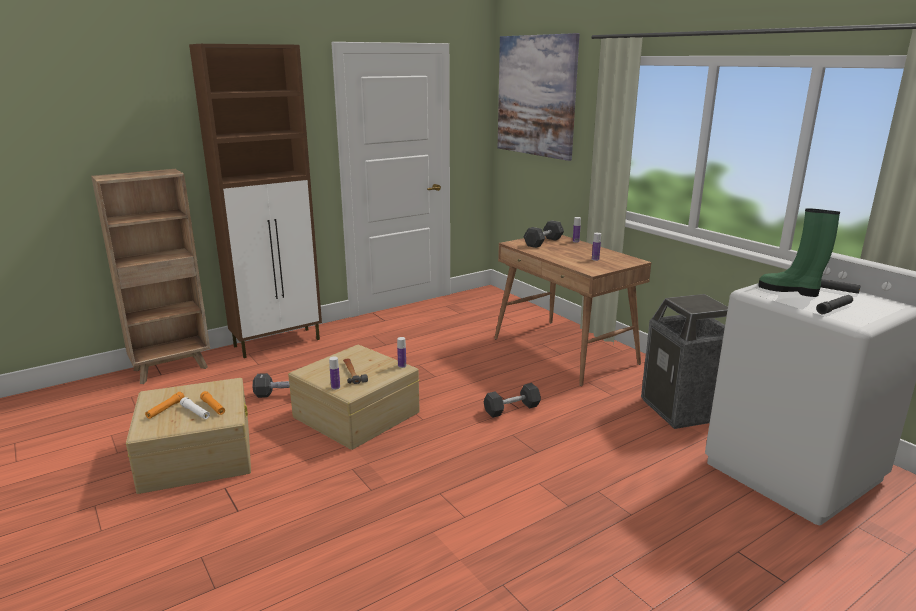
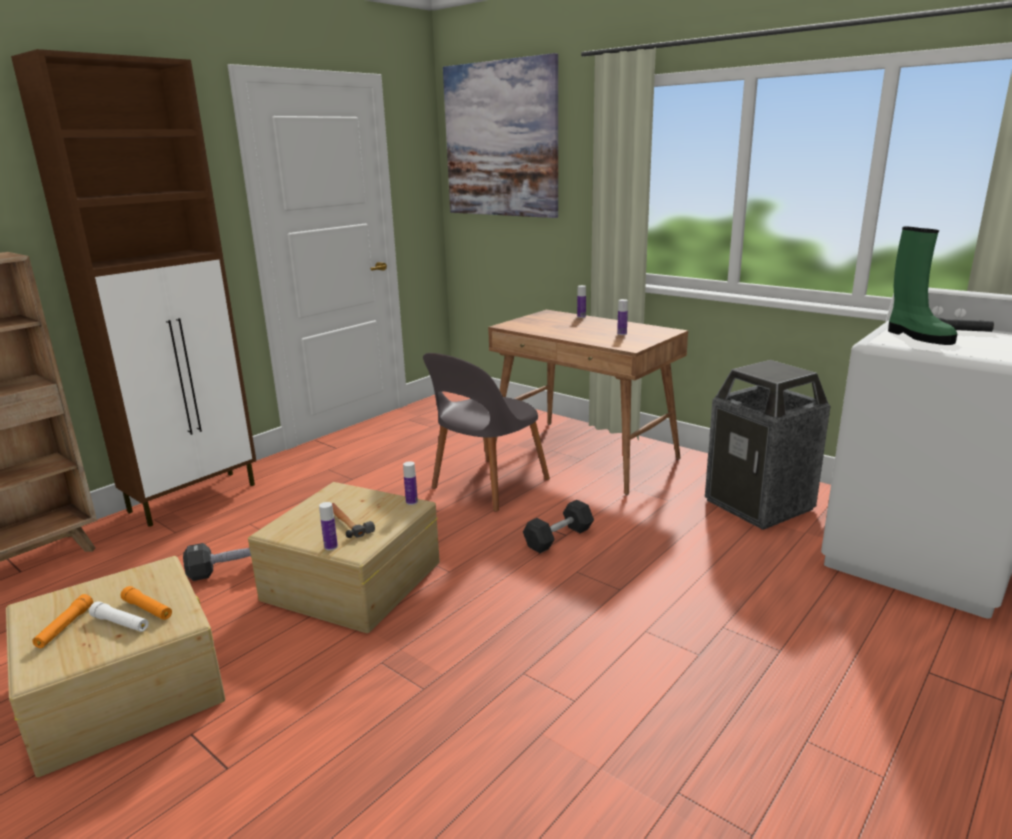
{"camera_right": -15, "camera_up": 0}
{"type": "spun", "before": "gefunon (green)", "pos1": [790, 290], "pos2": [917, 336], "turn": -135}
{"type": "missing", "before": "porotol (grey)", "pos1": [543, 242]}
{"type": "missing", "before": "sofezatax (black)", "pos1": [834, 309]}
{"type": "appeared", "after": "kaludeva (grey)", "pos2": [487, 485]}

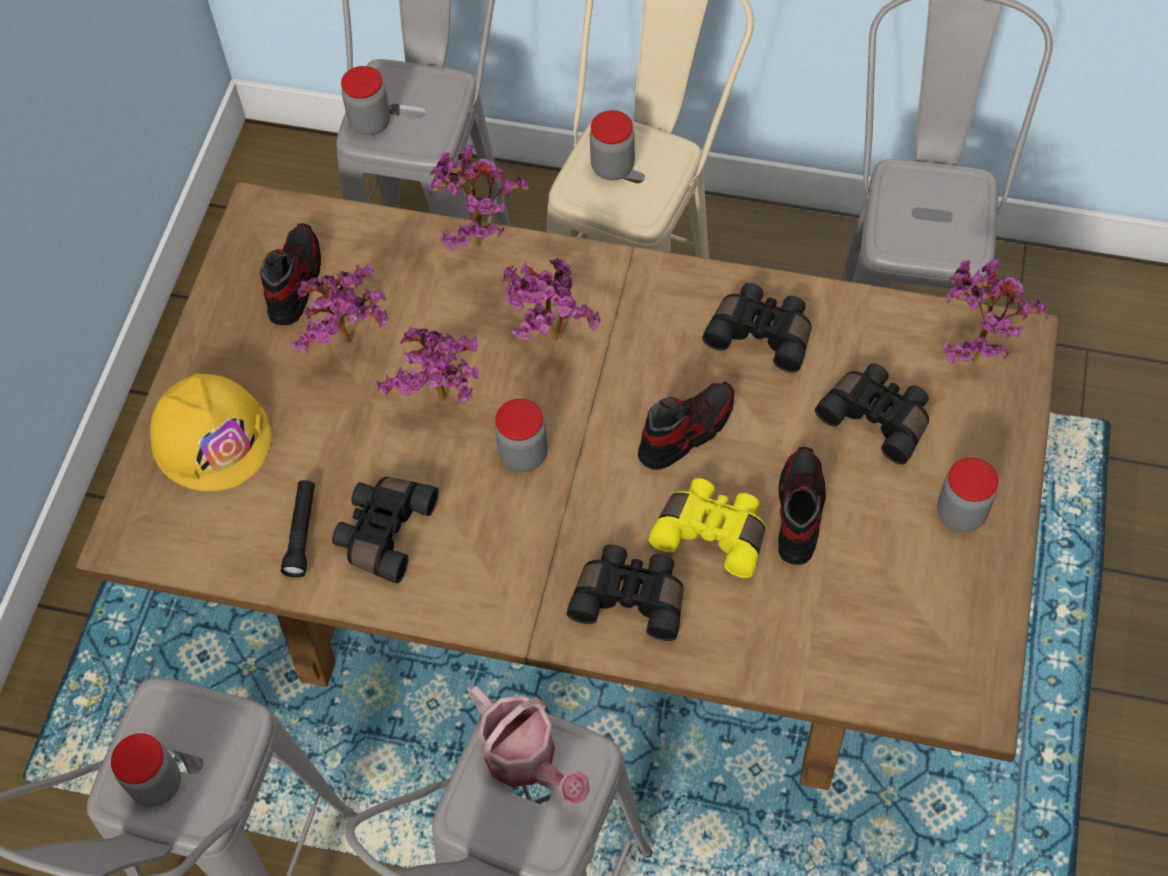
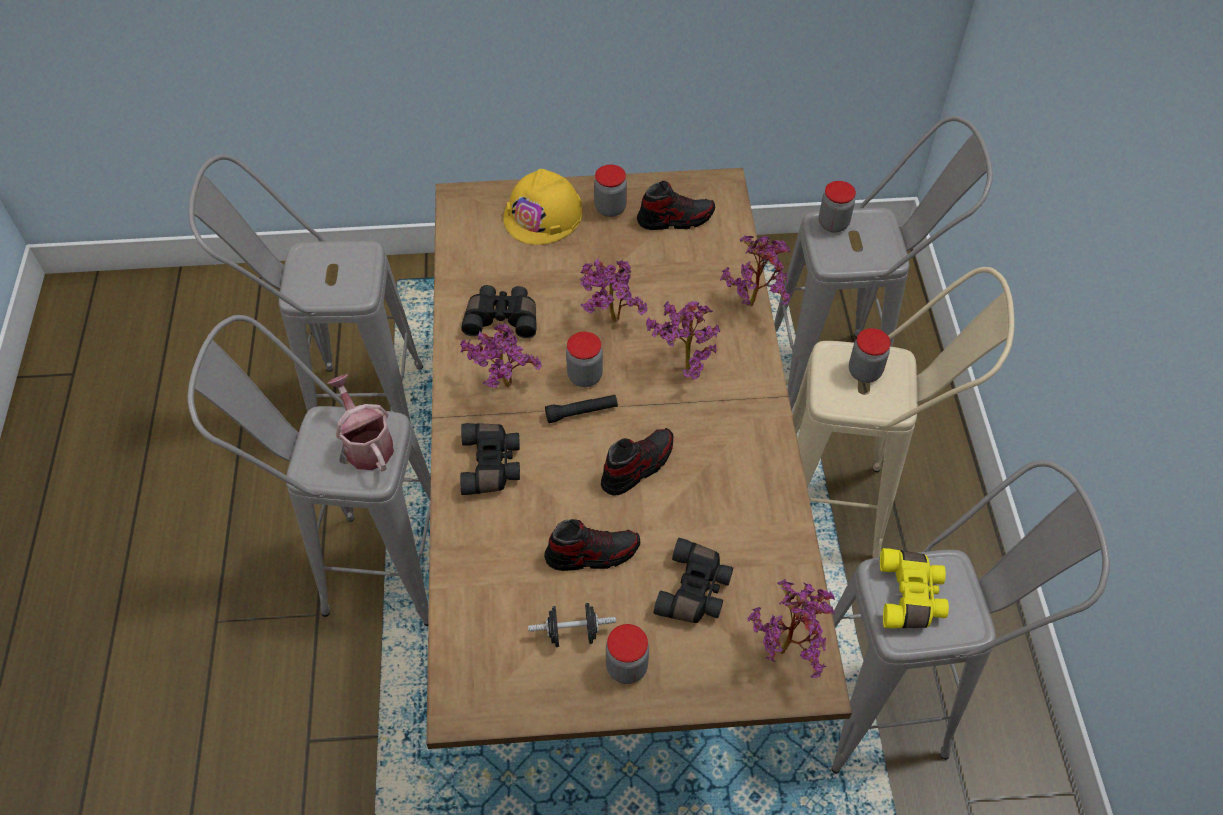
{"camera_right": 70, "camera_up": -5}
{"type": "relocated", "before": "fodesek", "pos1": [352, 346], "pos2": [504, 389]}
{"type": "missing", "before": "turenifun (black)", "pos1": [762, 333]}
{"type": "spun", "before": "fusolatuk", "pos1": [686, 431], "pos2": [637, 466], "turn": -75}
{"type": "relocated", "before": "turenifun (yellow)", "pos1": [713, 532], "pos2": [911, 596]}
{"type": "relocated", "before": "sofezatax (black)", "pos1": [302, 533], "pos2": [581, 412]}
{"type": "spun", "before": "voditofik", "pos1": [527, 761], "pos2": [366, 444], "turn": 120}
{"type": "relocated", "before": "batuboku", "pos1": [157, 784], "pos2": [610, 208]}
{"type": "appeared", "after": "porotol (black)", "pos2": [572, 633]}

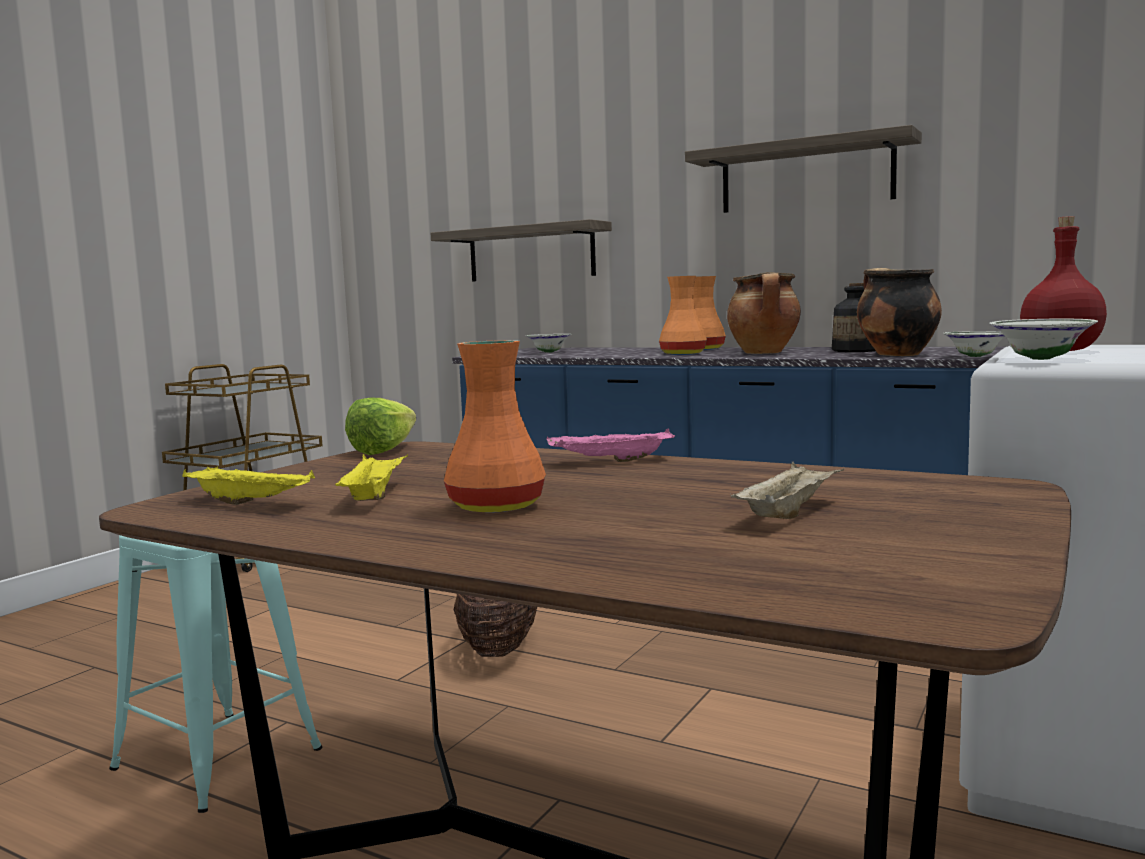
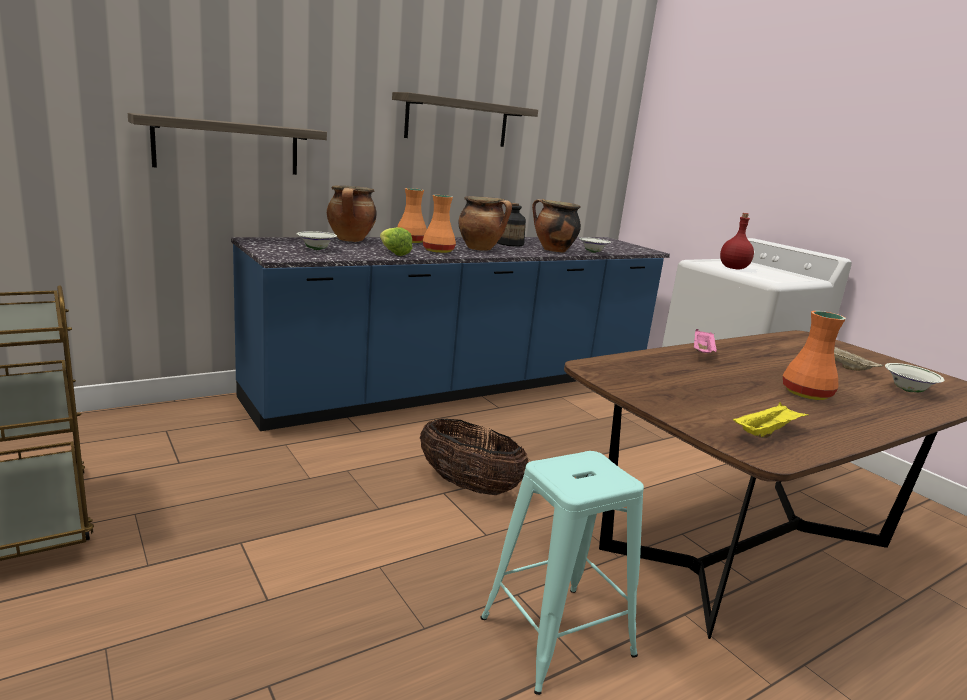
{"camera_right": -65, "camera_up": 10}
{"type": "relocated", "before": "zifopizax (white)", "pos1": [1041, 359], "pos2": [907, 390]}
{"type": "relocated", "before": "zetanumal", "pos1": [390, 449], "pos2": [392, 252]}
{"type": "missing", "before": "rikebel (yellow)", "pos1": [374, 496]}
{"type": "appeared", "after": "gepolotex", "pos2": [351, 240]}

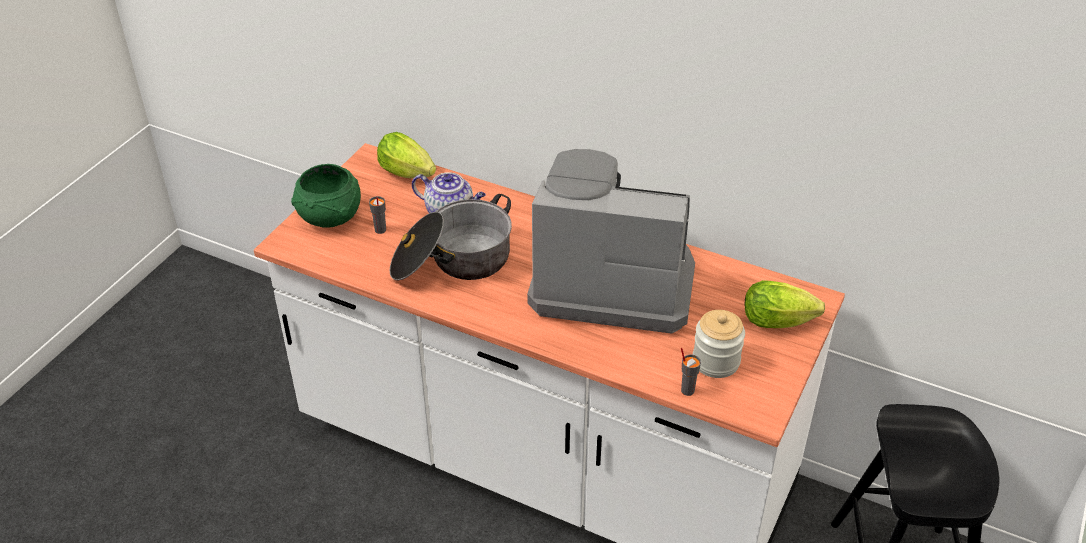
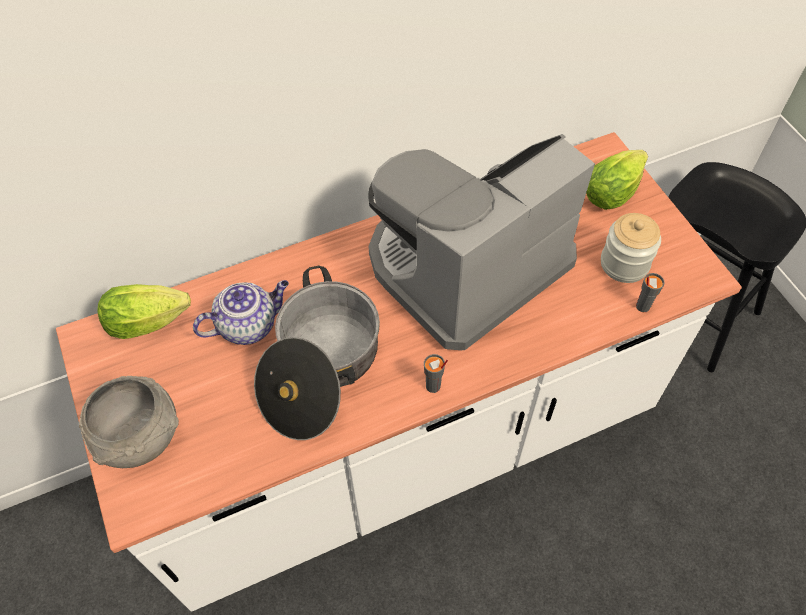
{"camera_right": -50, "camera_up": 15}
{"type": "colour", "before": "zifopizax (green)", "after": "zifopizax (grey)", "pos1": [331, 217], "pos2": [141, 436]}
{"type": "relocated", "before": "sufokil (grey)", "pos1": [380, 230], "pos2": [433, 386]}

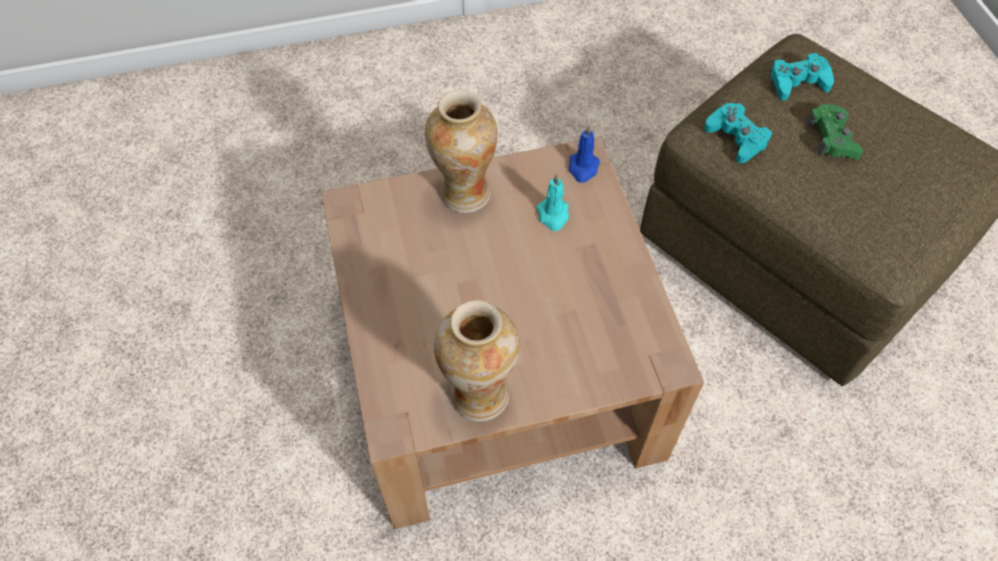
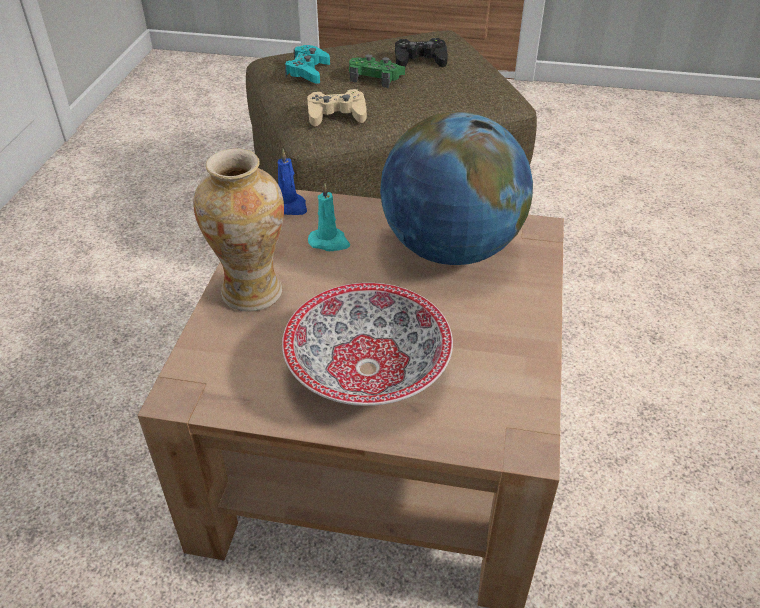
{"camera_right": -65, "camera_up": -15}
{"type": "colour", "before": "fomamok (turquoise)", "after": "fomamok (beige)", "pos1": [736, 138], "pos2": [336, 115]}
{"type": "missing", "before": "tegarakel", "pos1": [479, 394]}
{"type": "appeared", "after": "fomamok (black)", "pos2": [420, 60]}
{"type": "appeared", "after": "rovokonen", "pos2": [451, 249]}
{"type": "appeared", "after": "zifopizax", "pos2": [367, 370]}

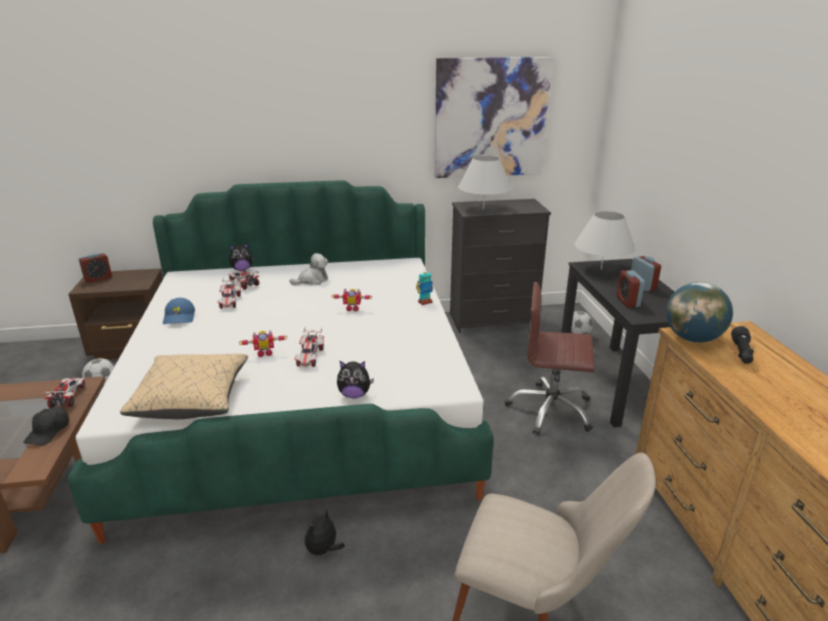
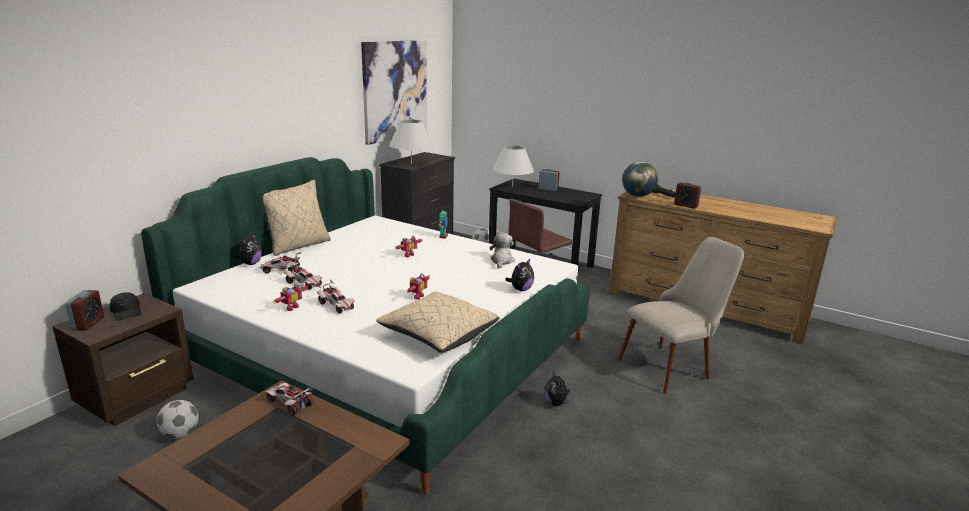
{"camera_right": -50, "camera_up": -5}
{"type": "relocated", "before": "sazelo", "pos1": [312, 280], "pos2": [501, 261]}
{"type": "relocated", "before": "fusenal", "pos1": [627, 301], "pos2": [686, 205]}
{"type": "exchanged", "before": "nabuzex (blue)", "after": "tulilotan", "pos1": [180, 318], "pos2": [290, 307]}
{"type": "relocated", "before": "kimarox", "pos1": [310, 357], "pos2": [336, 306]}
{"type": "relocated", "before": "nabuzex (black)", "pos1": [48, 431], "pos2": [126, 312]}
{"type": "appeared", "after": "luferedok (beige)", "pos2": [298, 246]}

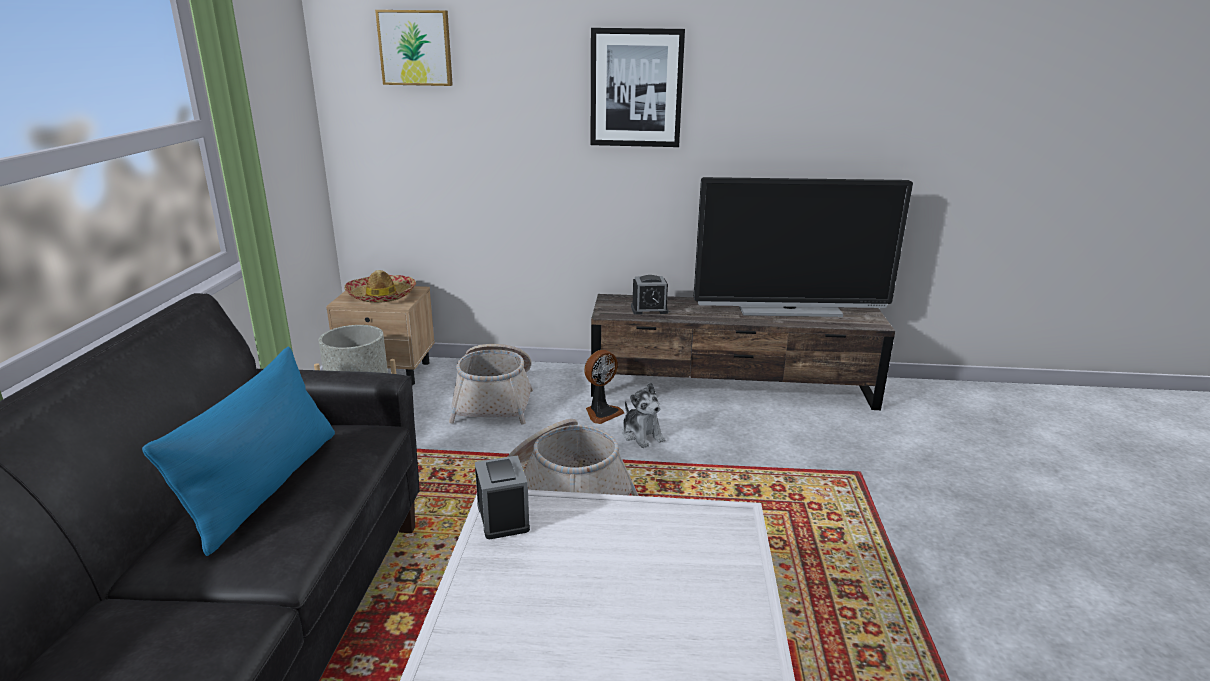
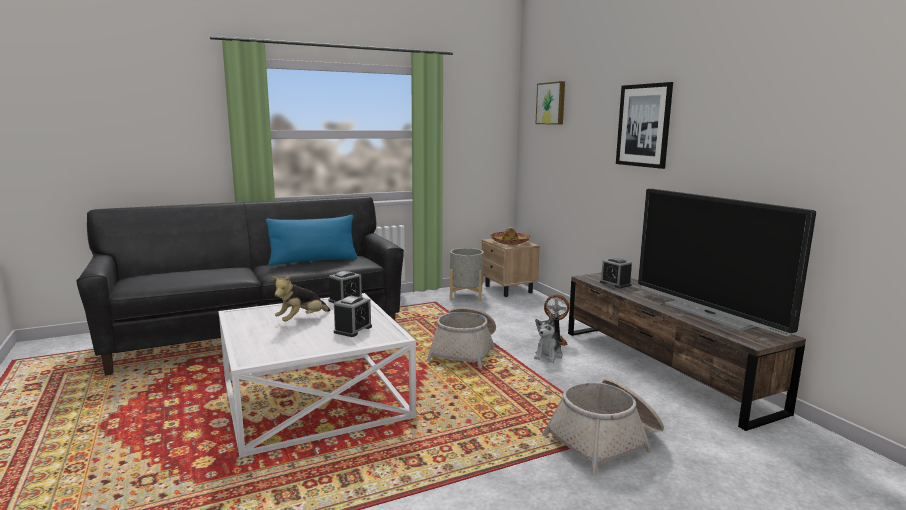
{"camera_right": 60, "camera_up": -10}
{"type": "relocated", "before": "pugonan", "pos1": [495, 400], "pos2": [606, 440]}
{"type": "appeared", "after": "sazelo", "pos2": [301, 320]}
{"type": "appeared", "after": "fusenal", "pos2": [353, 329]}

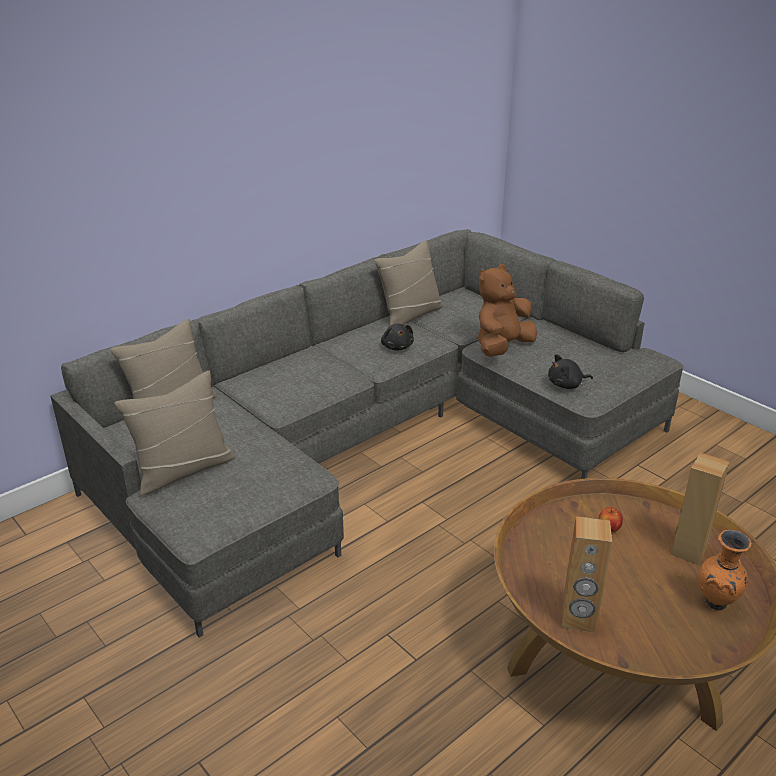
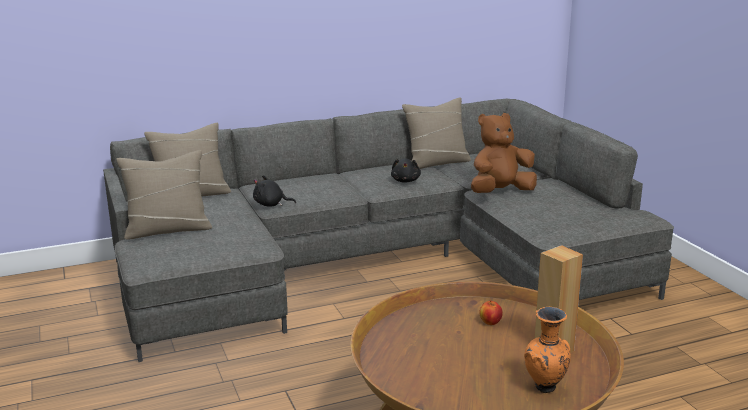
{"camera_right": 20, "camera_up": -10}
{"type": "relocated", "before": "sazelo (black)", "pos1": [566, 385], "pos2": [271, 204]}
{"type": "missing", "before": "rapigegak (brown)", "pos1": [578, 619]}

